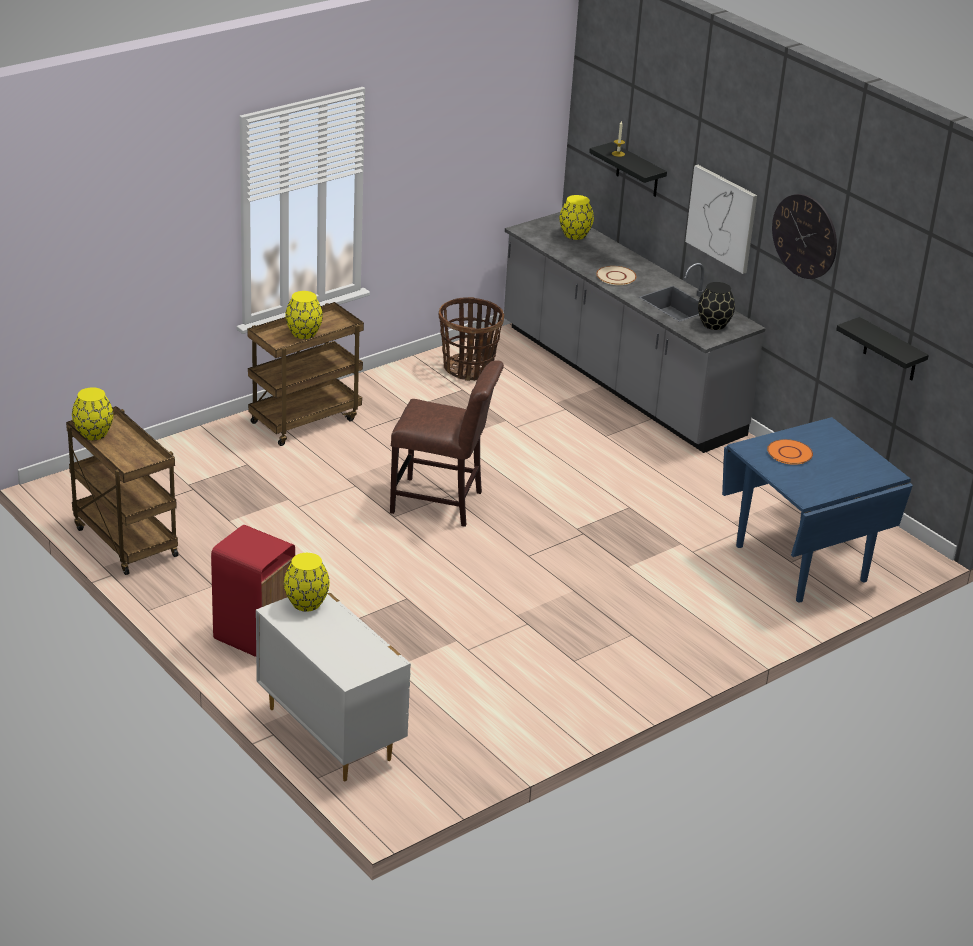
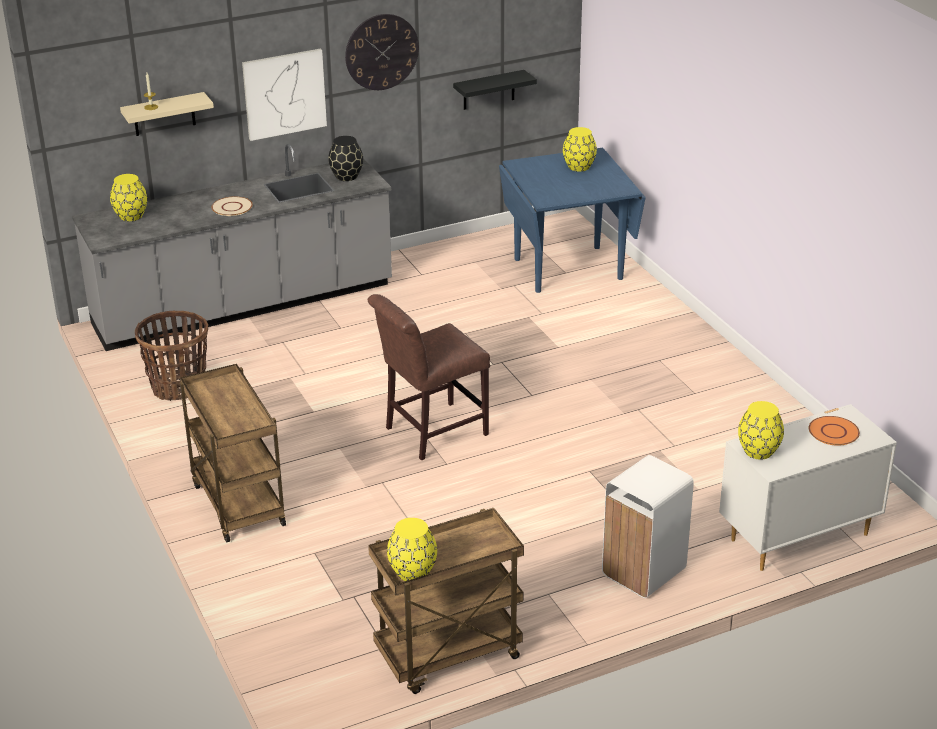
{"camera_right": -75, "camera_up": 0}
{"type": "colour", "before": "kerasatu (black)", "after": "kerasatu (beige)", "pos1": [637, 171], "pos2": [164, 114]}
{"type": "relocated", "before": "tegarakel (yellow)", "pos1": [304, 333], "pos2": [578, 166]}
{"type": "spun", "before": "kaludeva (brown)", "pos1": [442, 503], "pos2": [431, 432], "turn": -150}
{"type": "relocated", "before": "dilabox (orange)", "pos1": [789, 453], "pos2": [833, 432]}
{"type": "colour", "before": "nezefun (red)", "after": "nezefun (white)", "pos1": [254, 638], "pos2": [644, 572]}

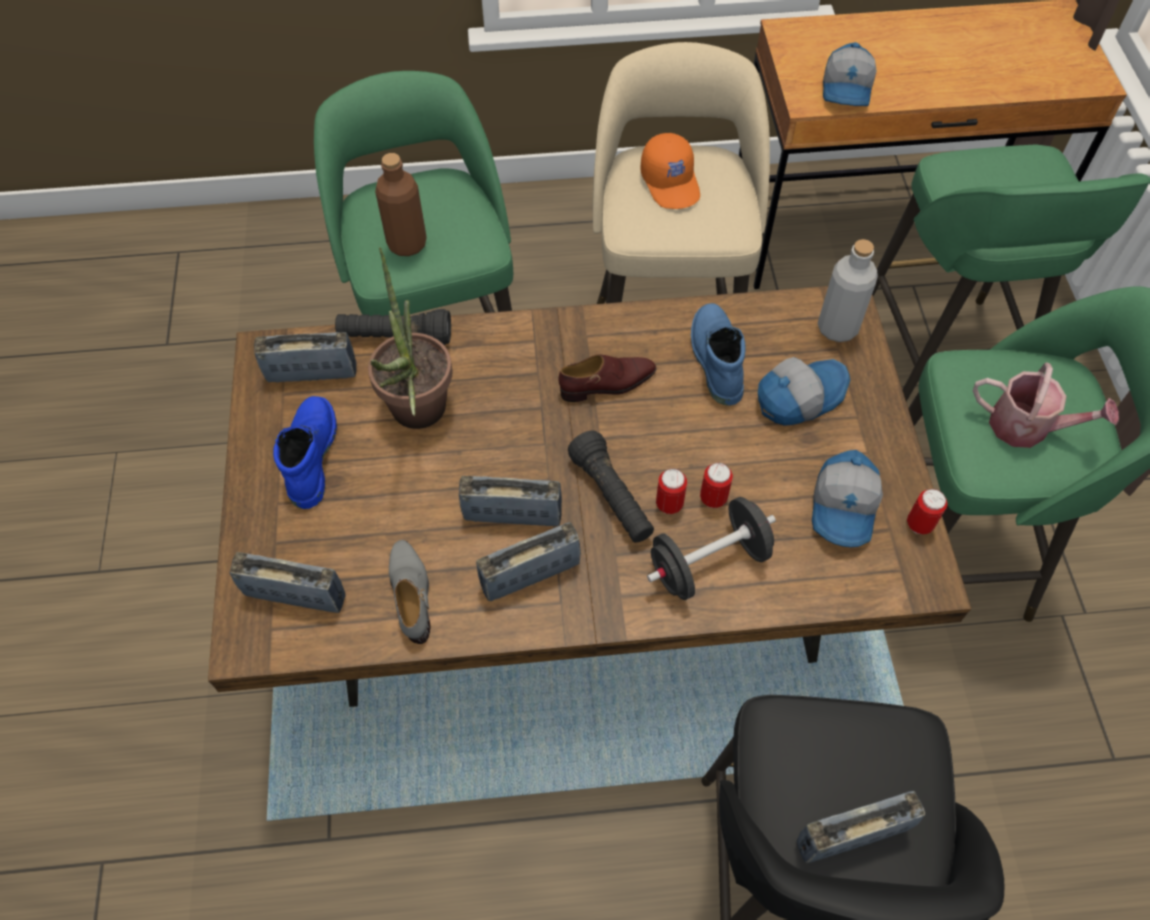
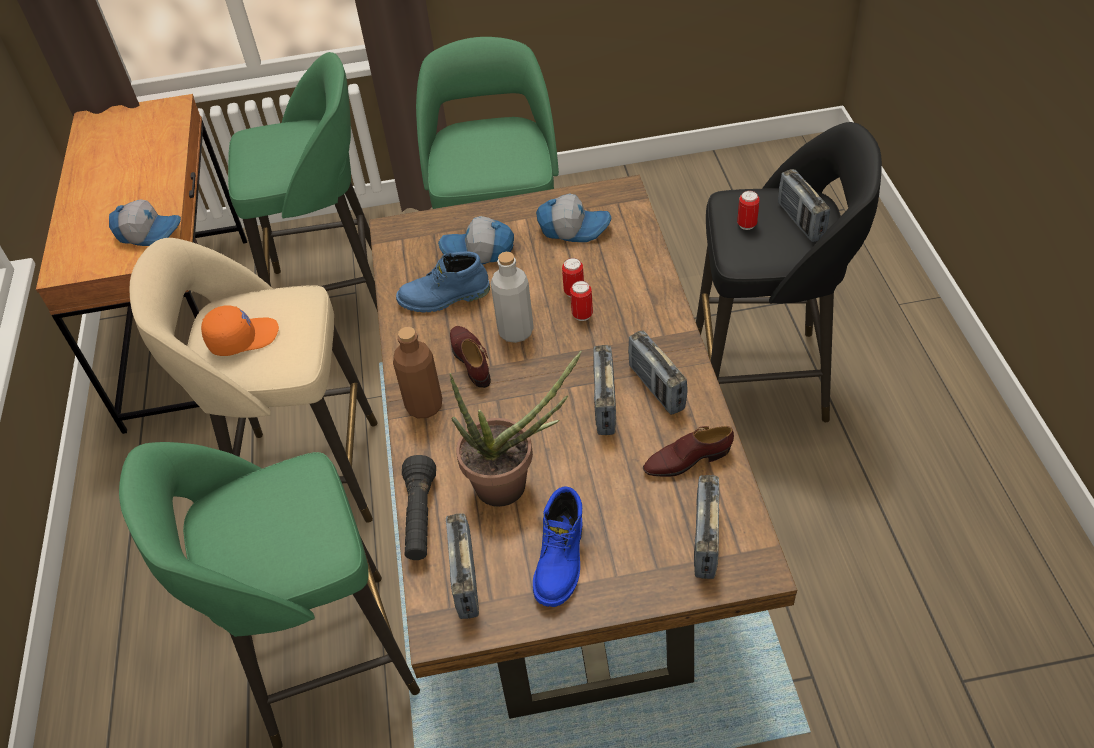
{"camera_right": -90, "camera_up": -10}
{"type": "relocated", "before": "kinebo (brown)", "pos1": [407, 244], "pos2": [424, 406]}
{"type": "relocated", "before": "kinebo (grey)", "pos1": [837, 328], "pos2": [515, 331]}
{"type": "spun", "before": "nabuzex", "pos1": [798, 396], "pos2": [478, 252], "turn": -60}
{"type": "missing", "before": "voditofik", "pos1": [1027, 427]}
{"type": "spun", "before": "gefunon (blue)", "pos1": [310, 456], "pos2": [561, 561], "turn": -75}
{"type": "missing", "before": "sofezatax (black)", "pos1": [612, 497]}
{"type": "relocated", "before": "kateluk", "pos1": [919, 524], "pos2": [746, 224]}
{"type": "missing", "before": "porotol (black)", "pos1": [708, 563]}
{"type": "colour", "before": "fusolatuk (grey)", "after": "fusolatuk (brown)", "pos1": [411, 593], "pos2": [687, 460]}

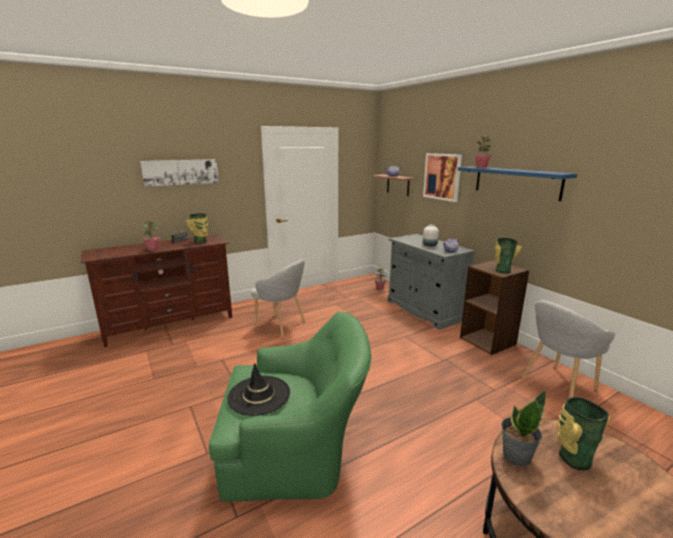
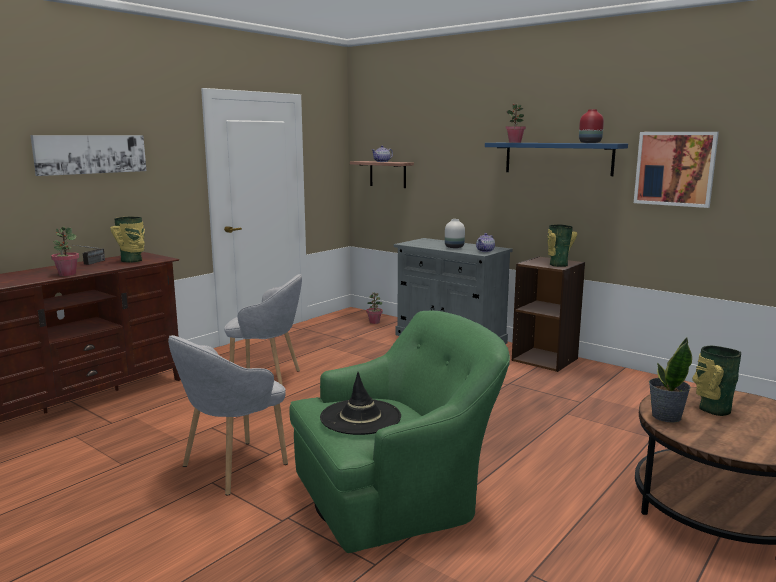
{"camera_right": -20, "camera_up": -5}
{"type": "relocated", "before": "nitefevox", "pos1": [442, 176], "pos2": [675, 168]}
{"type": "relocated", "before": "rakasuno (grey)", "pos1": [558, 385], "pos2": [232, 467]}
{"type": "appeared", "after": "tegarakel (red)", "pos2": [589, 143]}

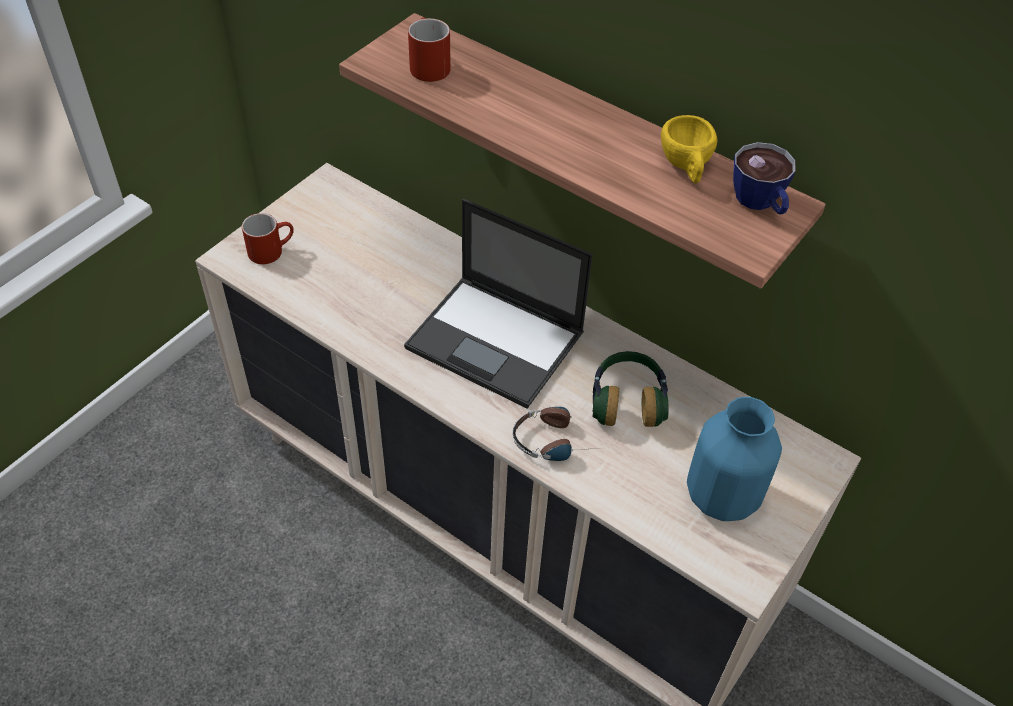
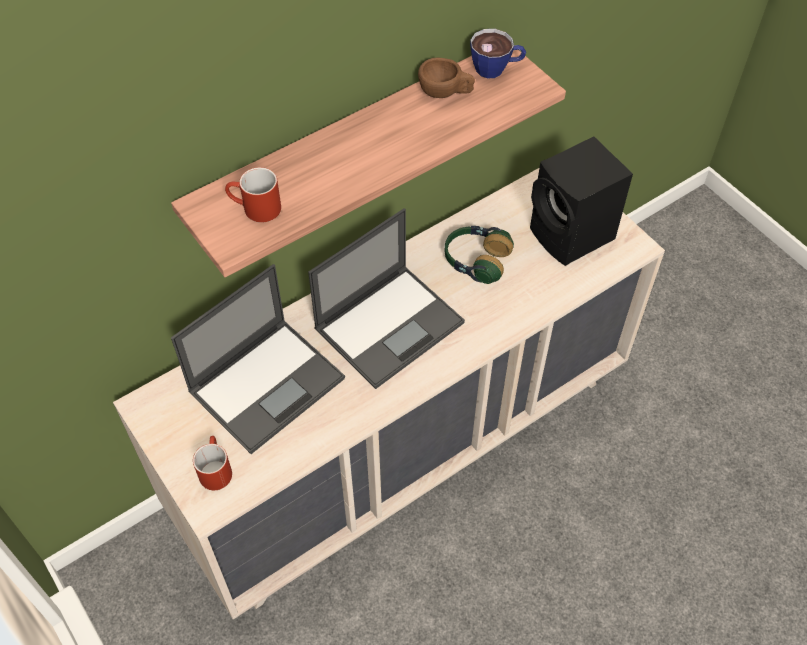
{"camera_right": -70, "camera_up": 5}
{"type": "colour", "before": "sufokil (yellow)", "after": "sufokil (brown)", "pos1": [686, 167], "pos2": [445, 93]}
{"type": "exchanged", "before": "tegarakel (blue)", "after": "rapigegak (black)", "pos1": [722, 497], "pos2": [573, 236]}
{"type": "missing", "before": "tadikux", "pos1": [555, 440]}
{"type": "appeared", "after": "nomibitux", "pos2": [268, 383]}

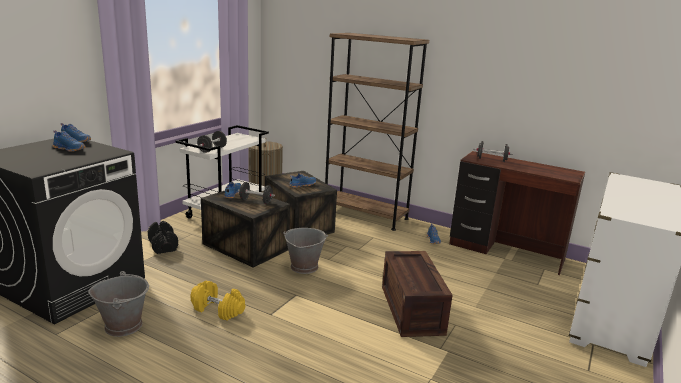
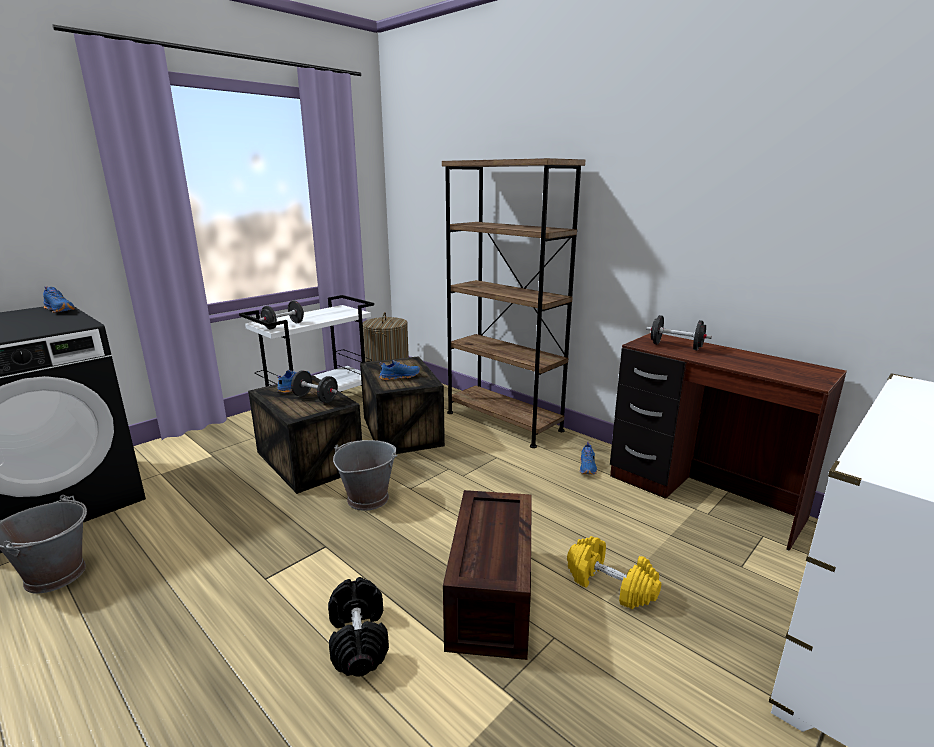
{"camera_right": 15, "camera_up": 0}
{"type": "missing", "before": "fusolatuk (blue)", "pos1": [70, 149]}
{"type": "relocated", "before": "porotol (black)", "pos1": [163, 246], "pos2": [359, 640]}
{"type": "relocated", "before": "porotol (yellow)", "pos1": [218, 309], "pos2": [611, 585]}

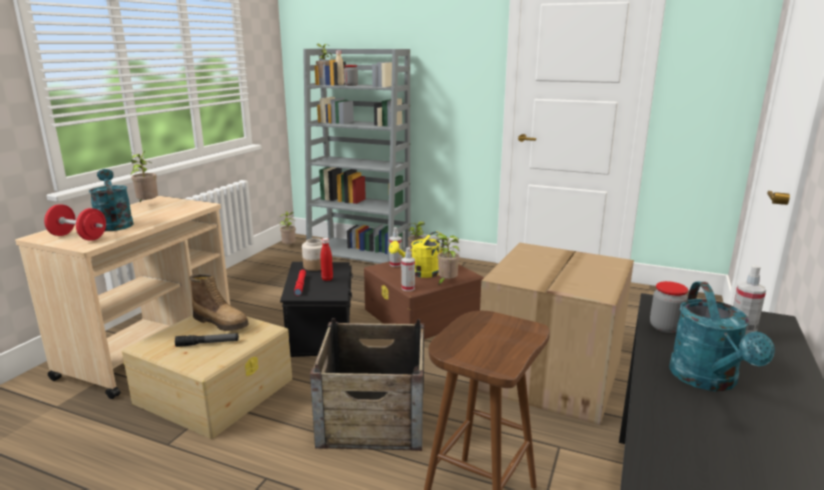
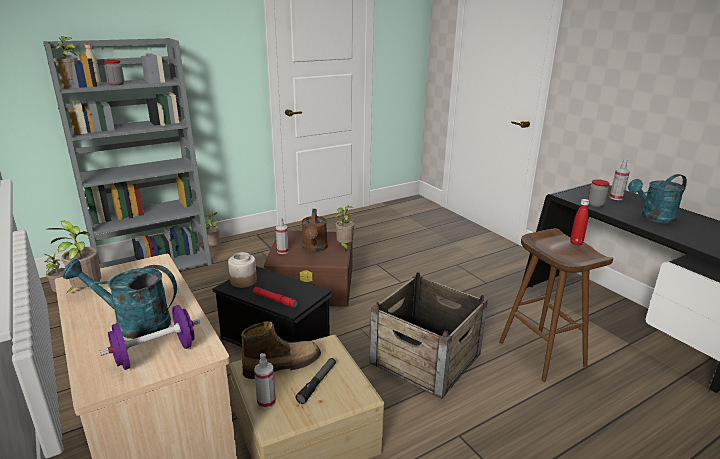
{"camera_right": -55, "camera_up": 5}
{"type": "colour", "before": "porotol (red)", "after": "porotol (purple)", "pos1": [78, 237], "pos2": [155, 354]}
{"type": "colour", "before": "voditofik (yellow)", "after": "voditofik (brown)", "pos1": [420, 273], "pos2": [315, 249]}
{"type": "relocated", "before": "kinebo (red)", "pos1": [327, 279], "pos2": [576, 243]}
{"type": "missing", "before": "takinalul", "pos1": [552, 377]}
{"type": "relocated", "before": "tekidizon", "pos1": [408, 288], "pos2": [266, 402]}
{"type": "spun", "before": "voditofik (turquoise)", "pos1": [708, 380], "pos2": [653, 218], "turn": 120}

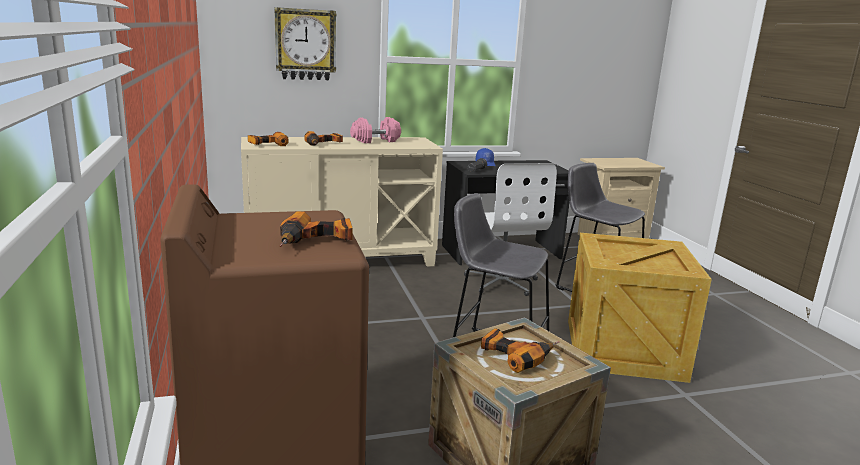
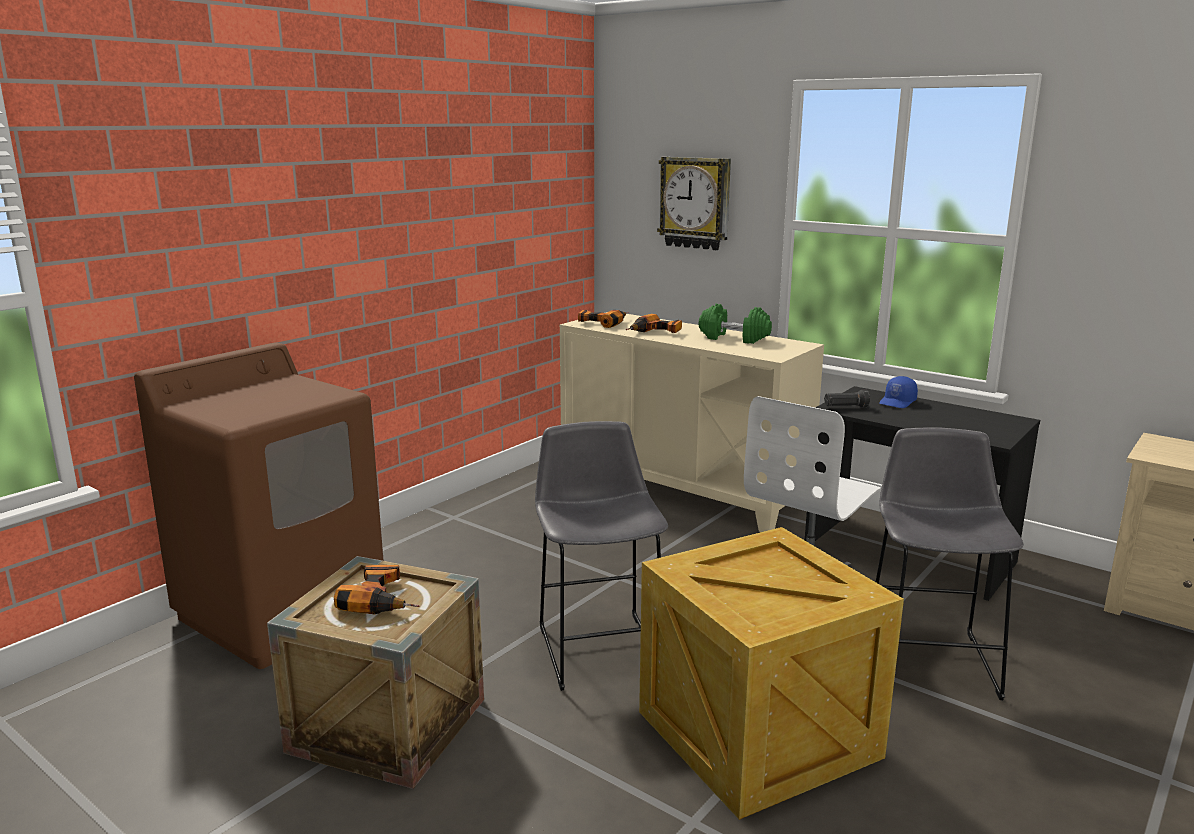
{"camera_right": 55, "camera_up": 0}
{"type": "colour", "before": "porotol (pink)", "after": "porotol (green)", "pos1": [375, 141], "pos2": [733, 338]}
{"type": "missing", "before": "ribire", "pos1": [316, 242]}

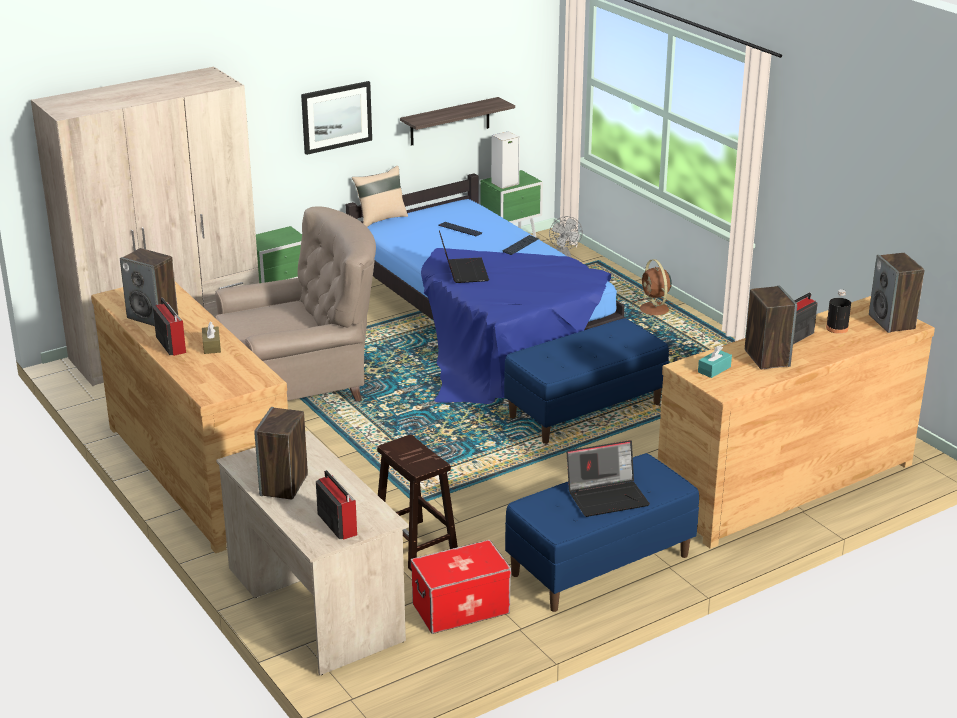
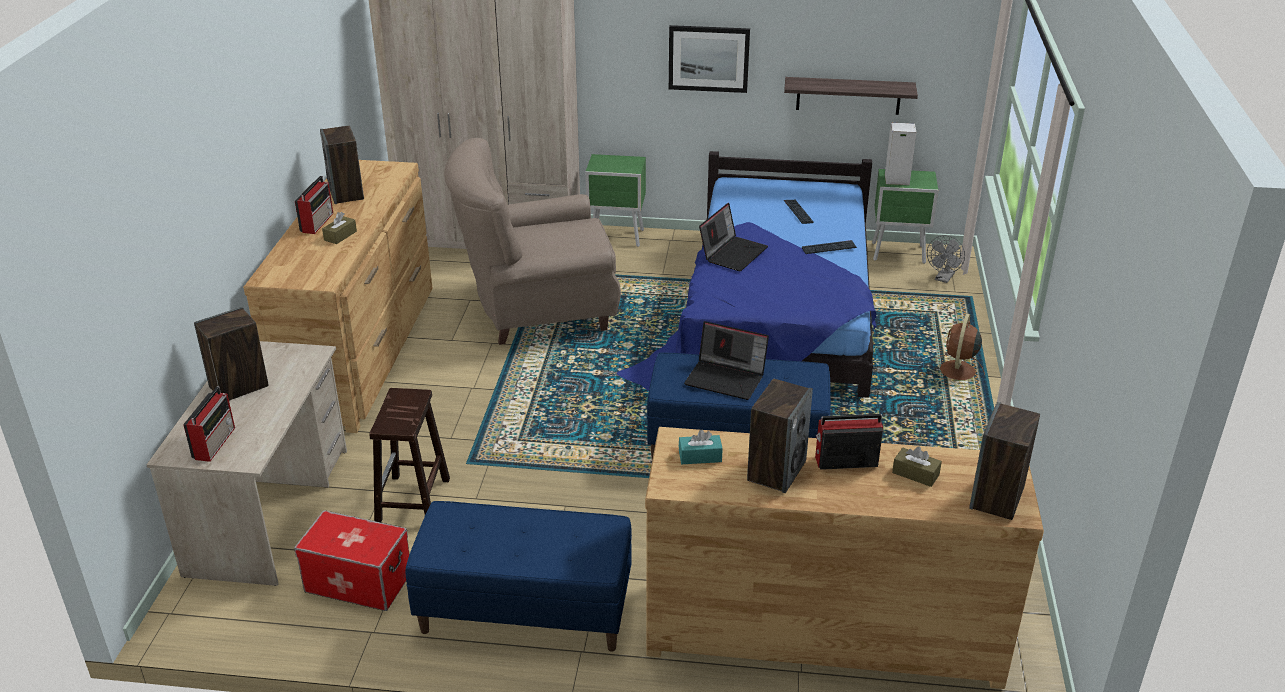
{"camera_right": 40, "camera_up": 5}
{"type": "missing", "before": "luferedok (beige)", "pos1": [380, 219]}
{"type": "spun", "before": "rakasuno (beige)", "pos1": [301, 386], "pos2": [537, 310], "turn": 150}
{"type": "exchanged", "before": "kinebo (black)", "after": "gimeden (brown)", "pos1": [837, 328], "pos2": [915, 474]}
{"type": "relocated", "before": "nomibitux", "pos1": [608, 496], "pos2": [726, 378]}

